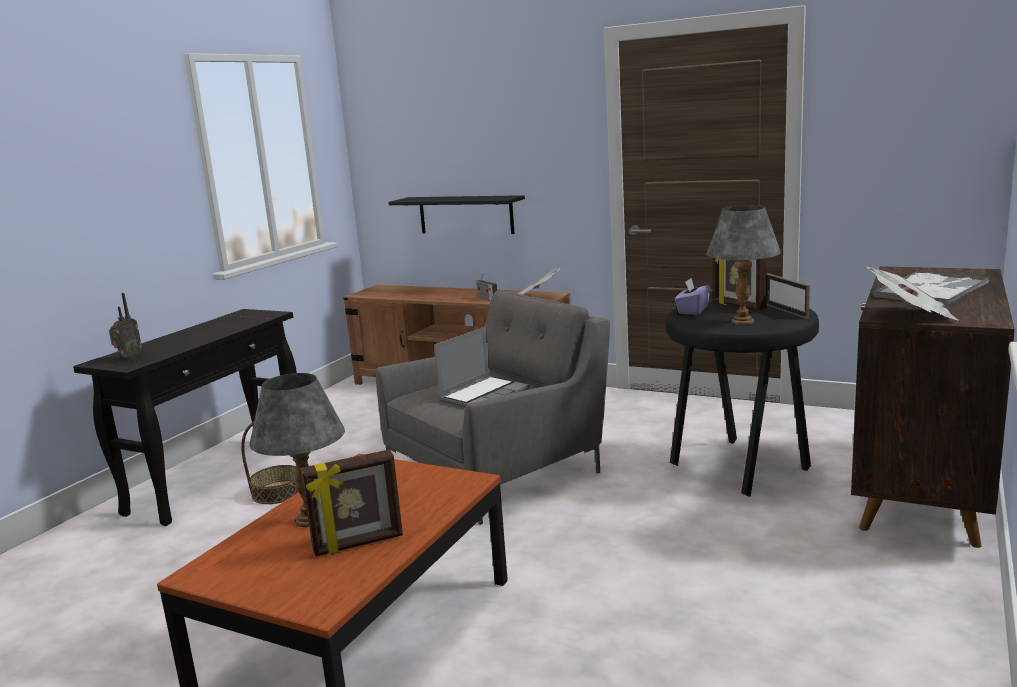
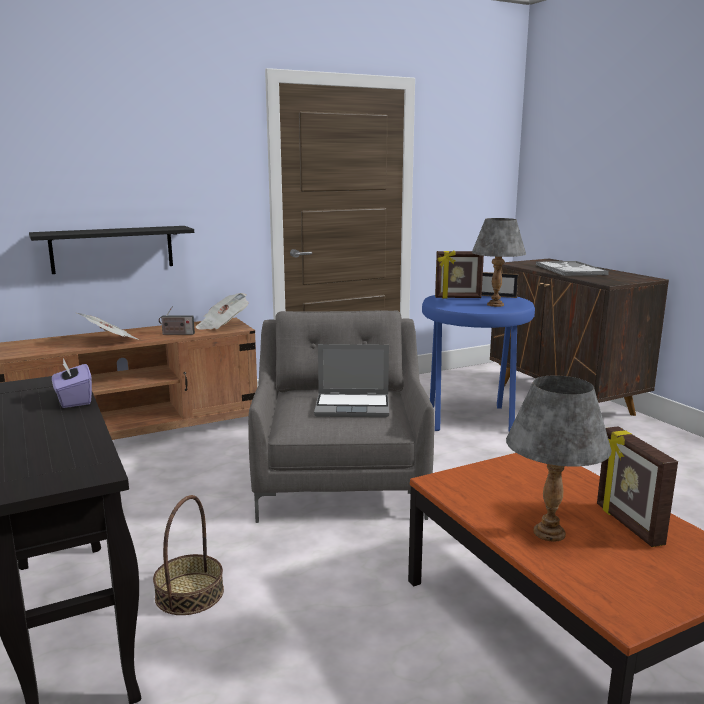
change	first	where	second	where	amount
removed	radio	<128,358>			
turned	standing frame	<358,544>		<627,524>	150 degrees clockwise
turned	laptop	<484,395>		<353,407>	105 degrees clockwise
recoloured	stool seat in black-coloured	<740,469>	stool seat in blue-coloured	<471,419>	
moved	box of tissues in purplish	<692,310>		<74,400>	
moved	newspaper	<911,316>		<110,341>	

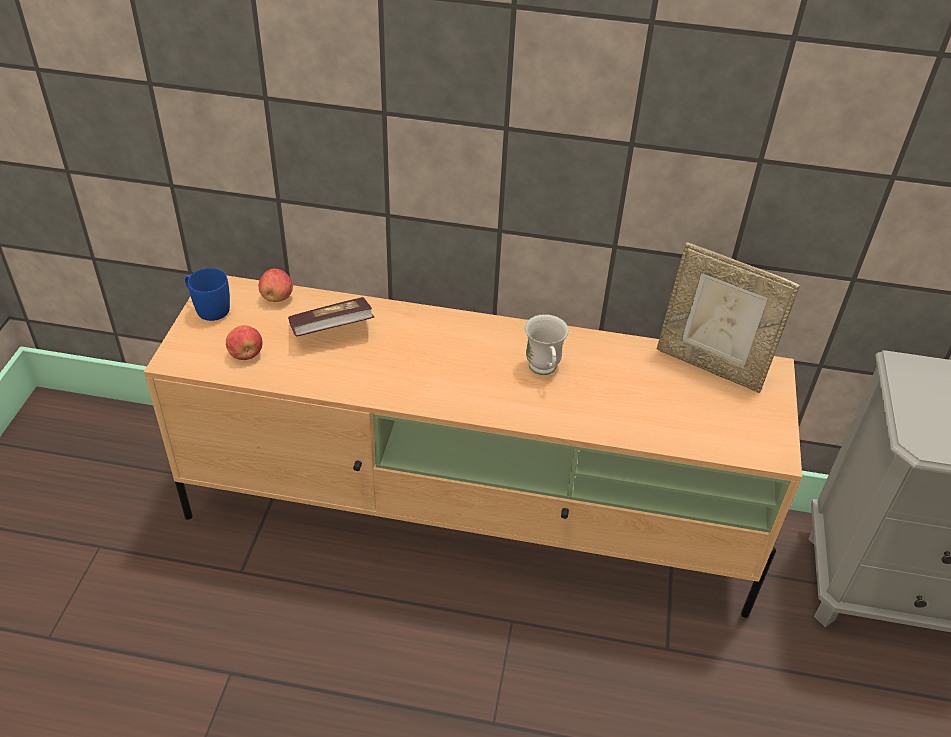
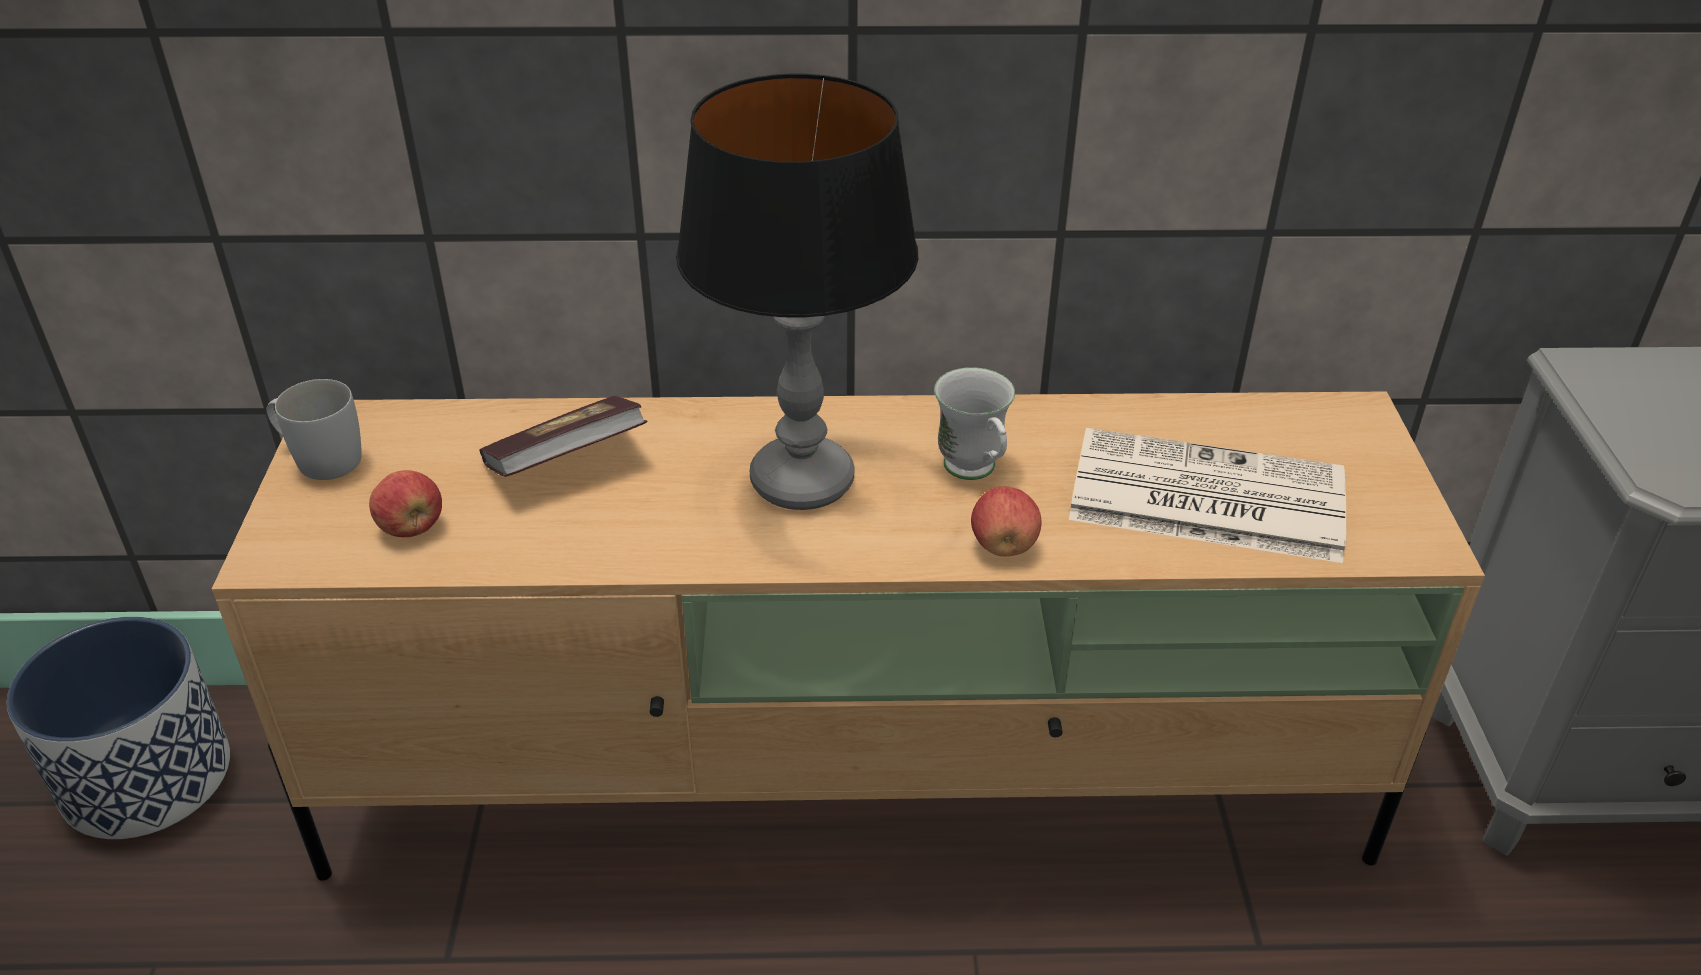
change	first	where	second	where	amount
recoloured	tea mug in blue-coloured	<208,308>	tea mug in white-coloured	<319,458>	
moved	whole apple	<277,297>		<1003,546>	
removed	standing frame	<710,366>			
added			plant pot	<147,776>	
added			table lamp	<803,482>	
added			newspaper	<1202,498>	

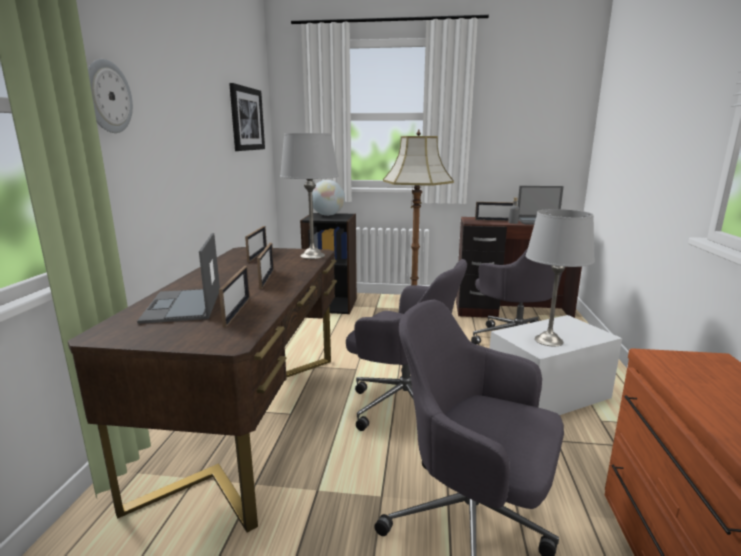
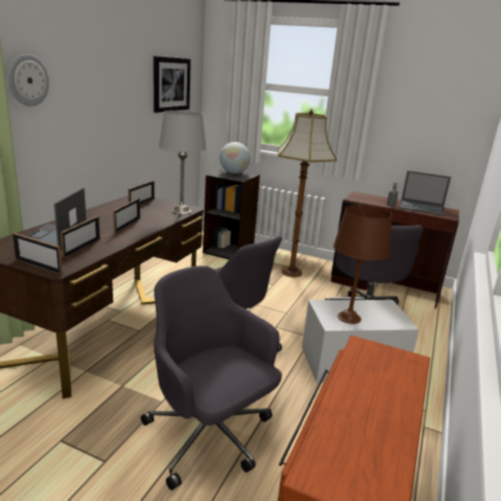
change	first	where	second	where	amount
moved	standing frame	<495,220>		<38,266>	
recoloured	table lamp in gray	<548,340>	table lamp in brown-coloured	<349,317>	

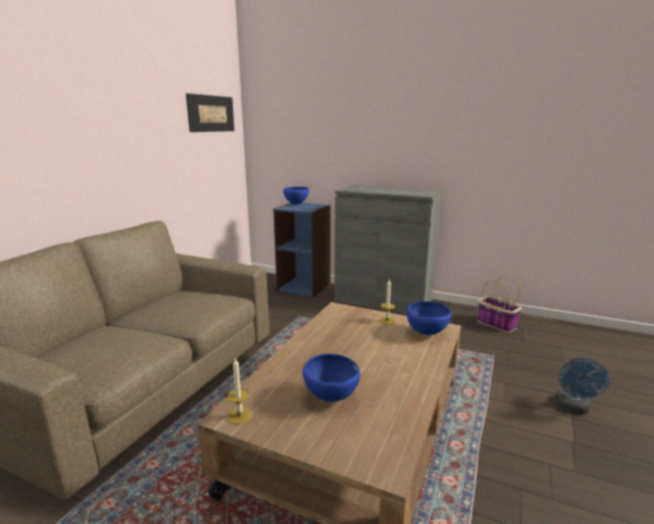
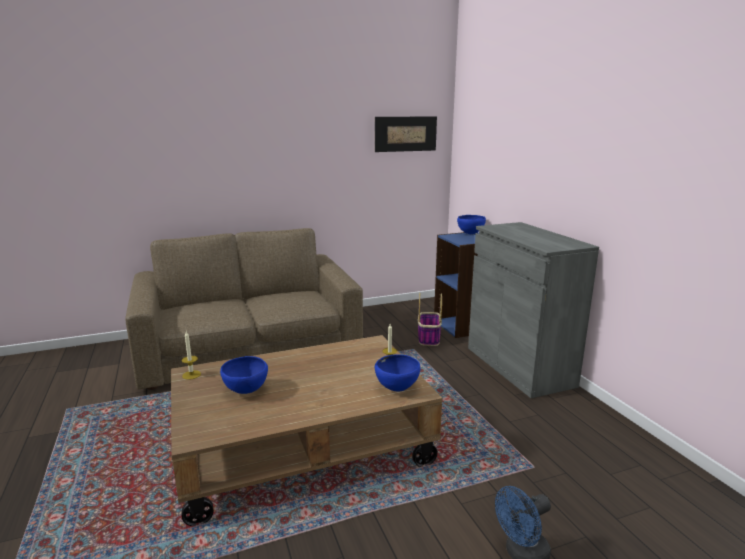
change	first	where	second	where	amount
moved	storage basket	<495,324>		<428,338>	

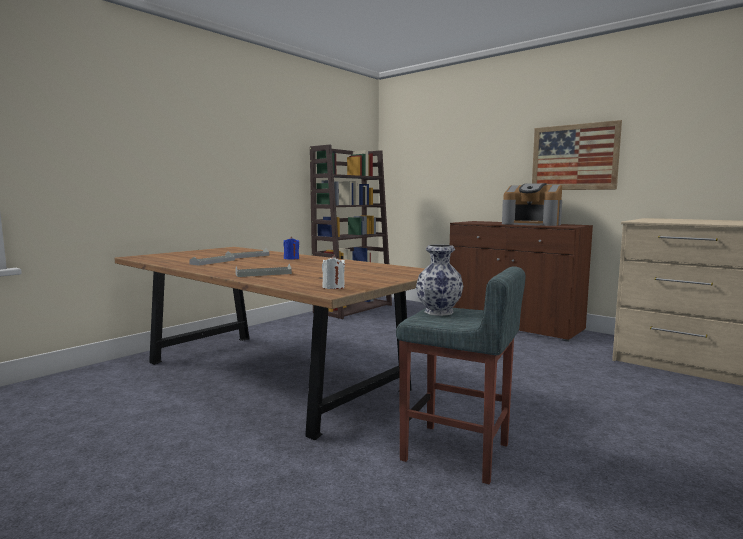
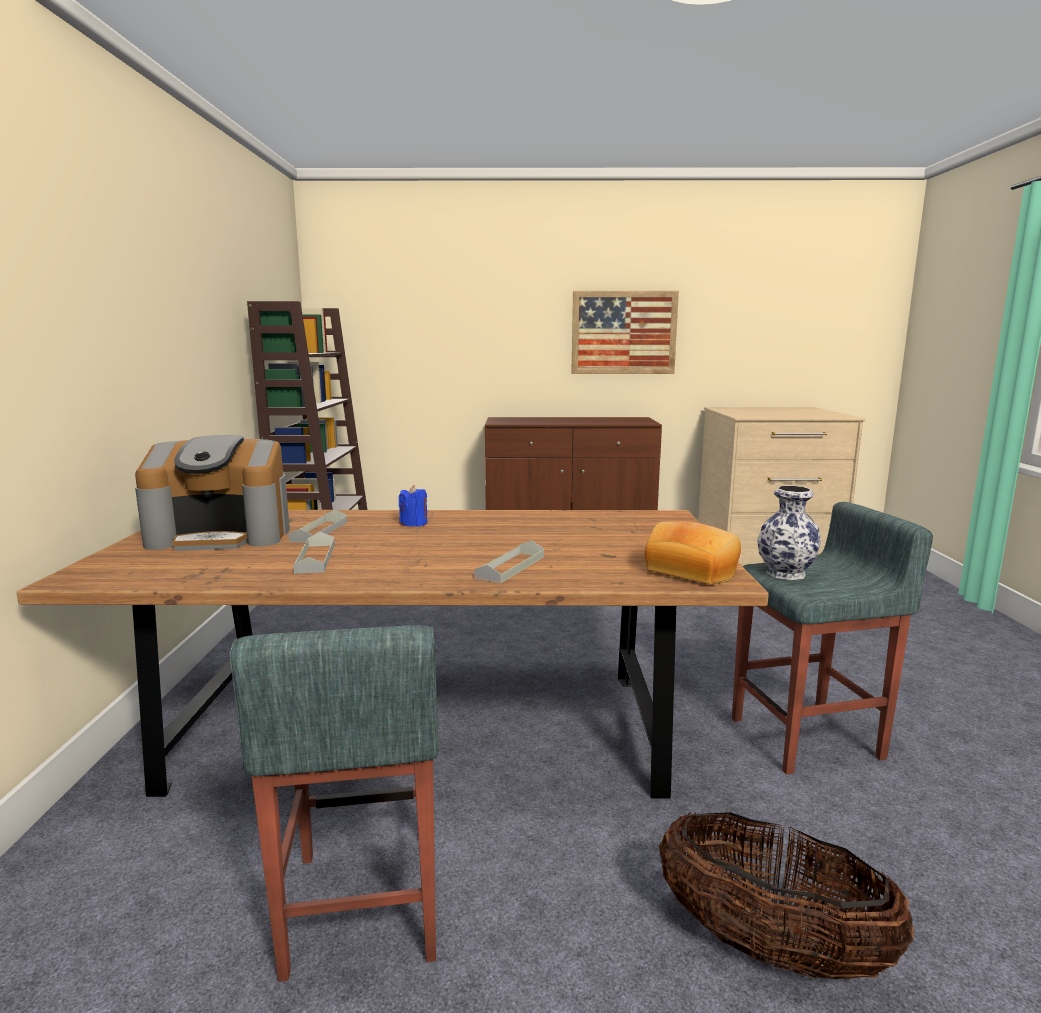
change	first	where	second	where	amount
replaced	candle in white-coloured	<333,287>	bread	<692,570>	
moved	coffee maker	<532,224>		<222,535>	
added			stool seat in gray	<363,906>	
added			storage basket	<770,948>	

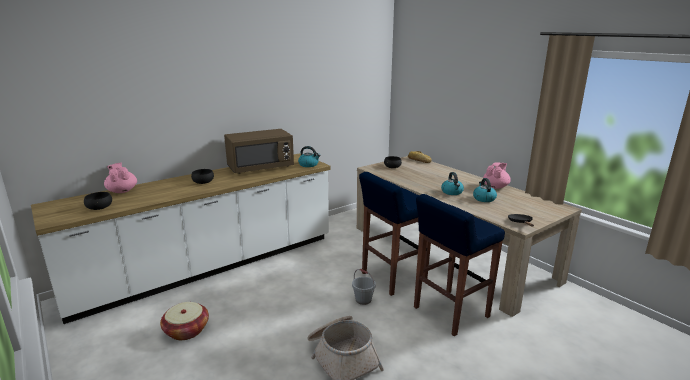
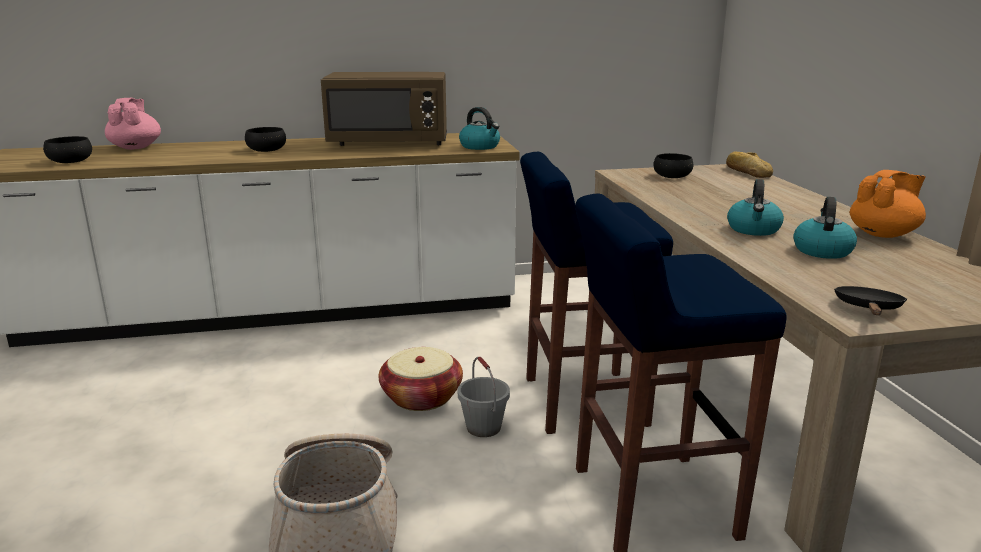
change	first	where	second	where	amount
moved	storage basket	<186,330>		<421,397>	
recoloured	pot for tea in pink	<495,187>	pot for tea in orange-coloured	<883,234>	

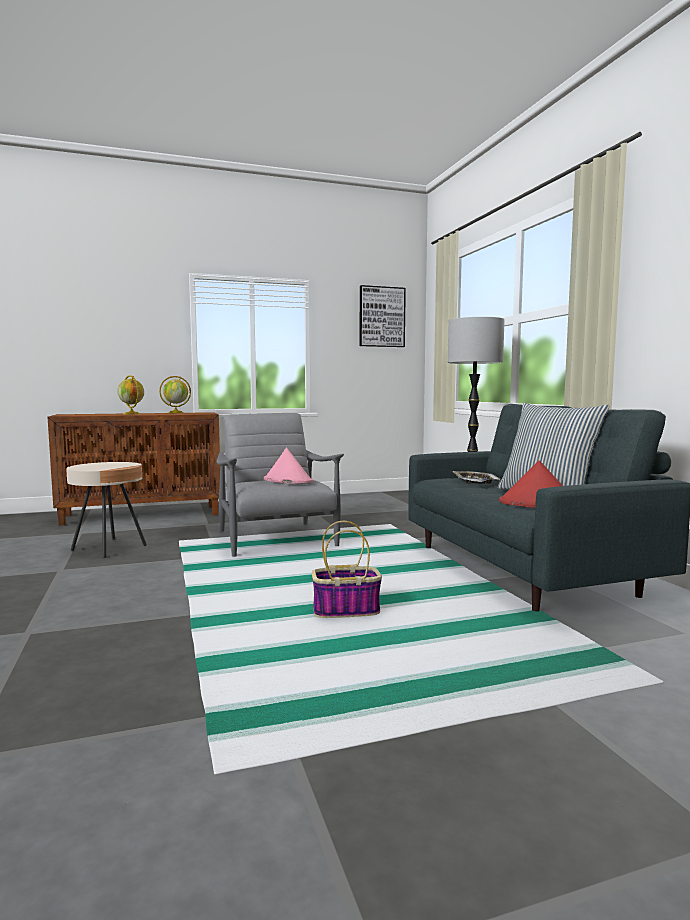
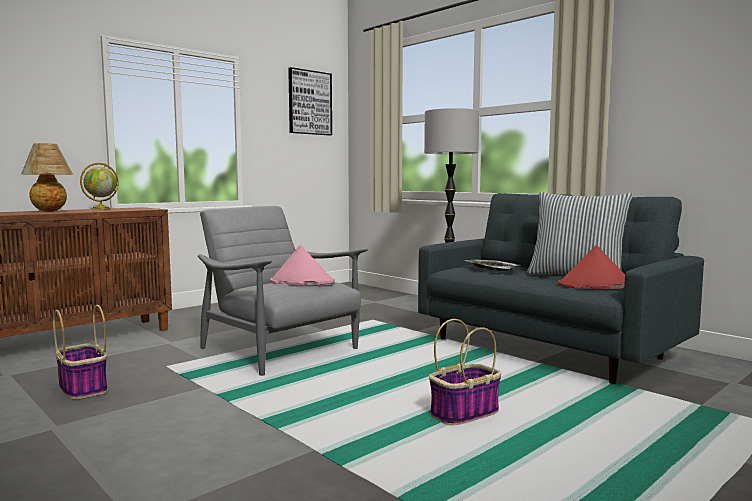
change	first	where	second	where	amount
replaced	end table in beige-coloured	<109,548>	storage basket	<82,388>	
replaced	world globe	<132,414>	table lamp	<50,211>	

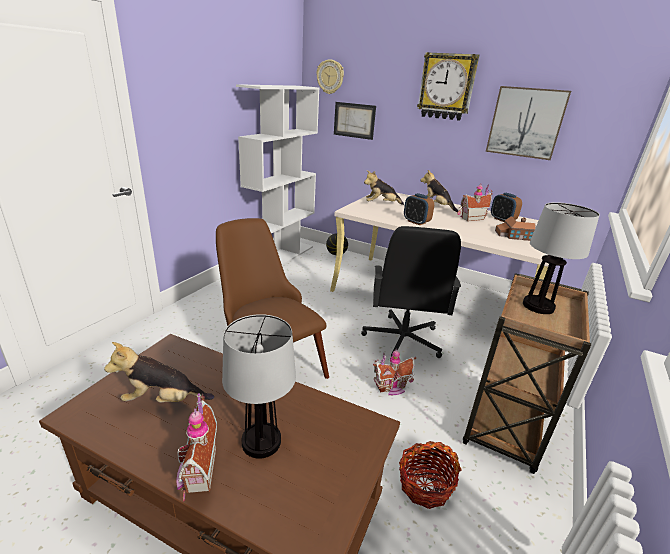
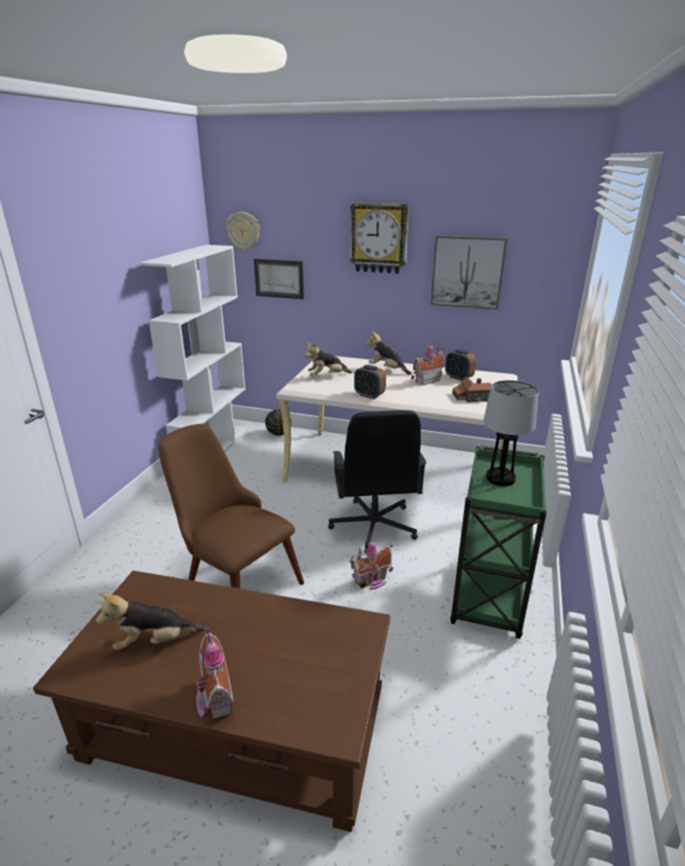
change	first	where	second	where	amount
removed	table lamp	<262,442>			
removed	storage basket	<424,485>			
recoloured	cart in brown-coloured	<504,426>	cart in green-coloured	<488,598>	

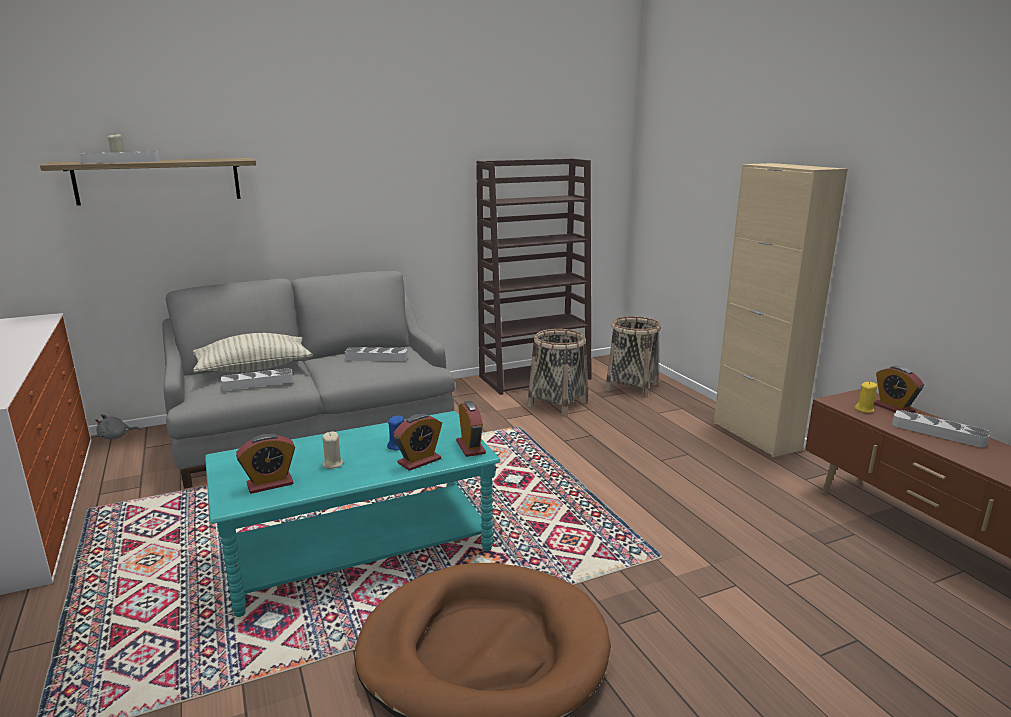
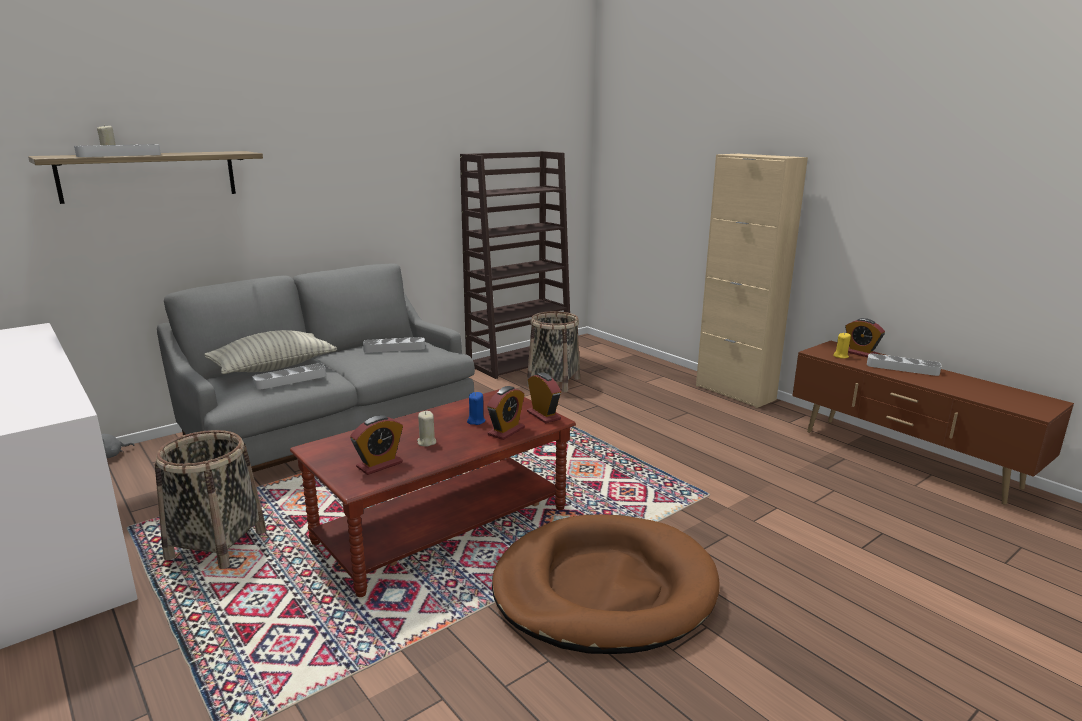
change	first	where	second	where	amount
recoloured	lounge table in blue-green	<360,550>	lounge table in brown-coloured	<444,525>	
moved	storage basket	<631,387>		<216,545>	

